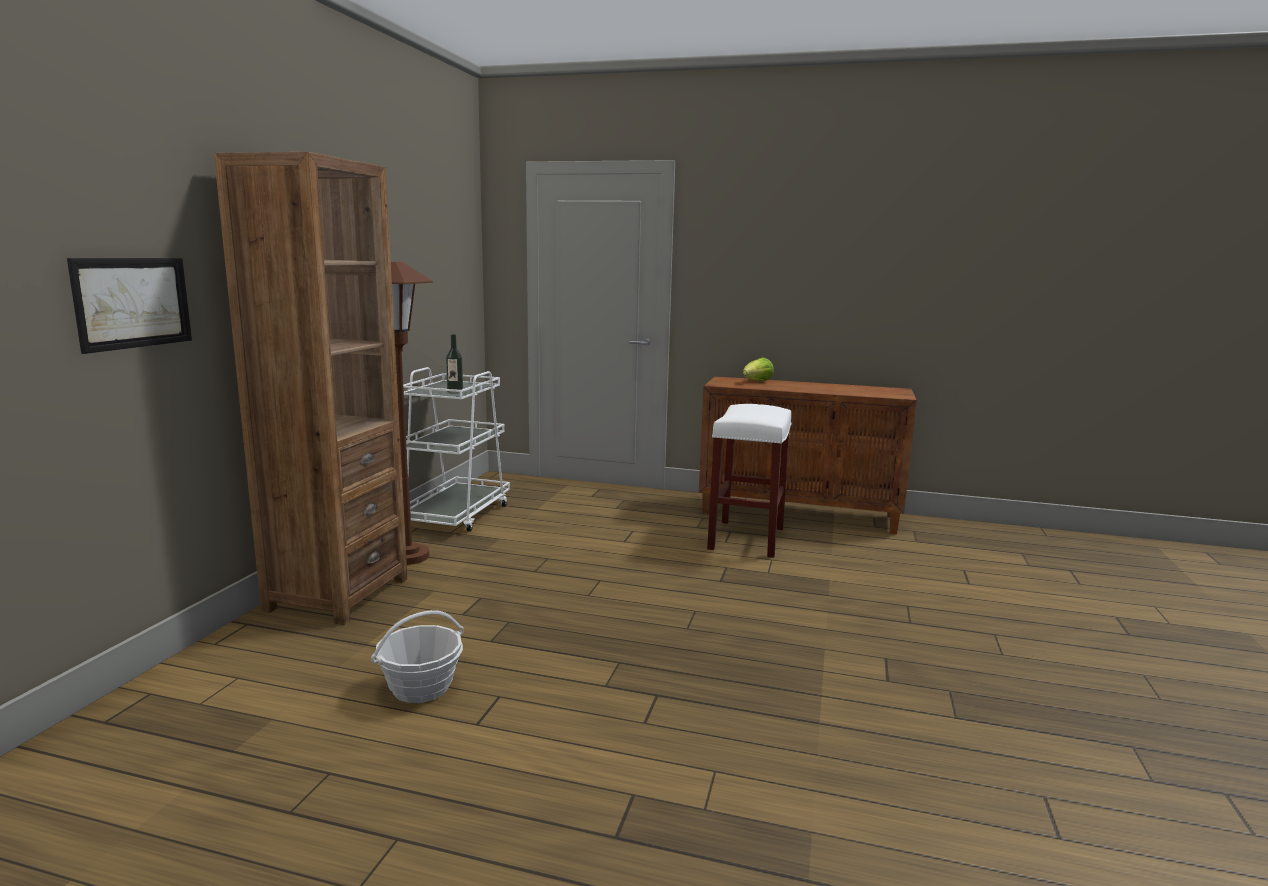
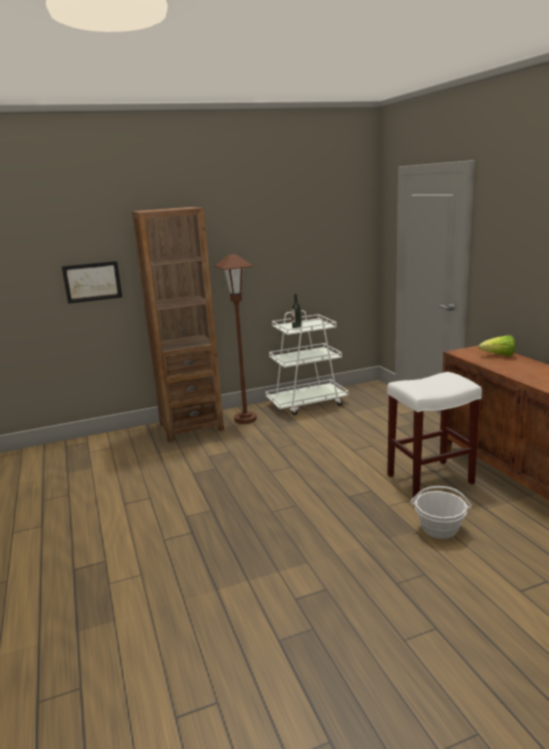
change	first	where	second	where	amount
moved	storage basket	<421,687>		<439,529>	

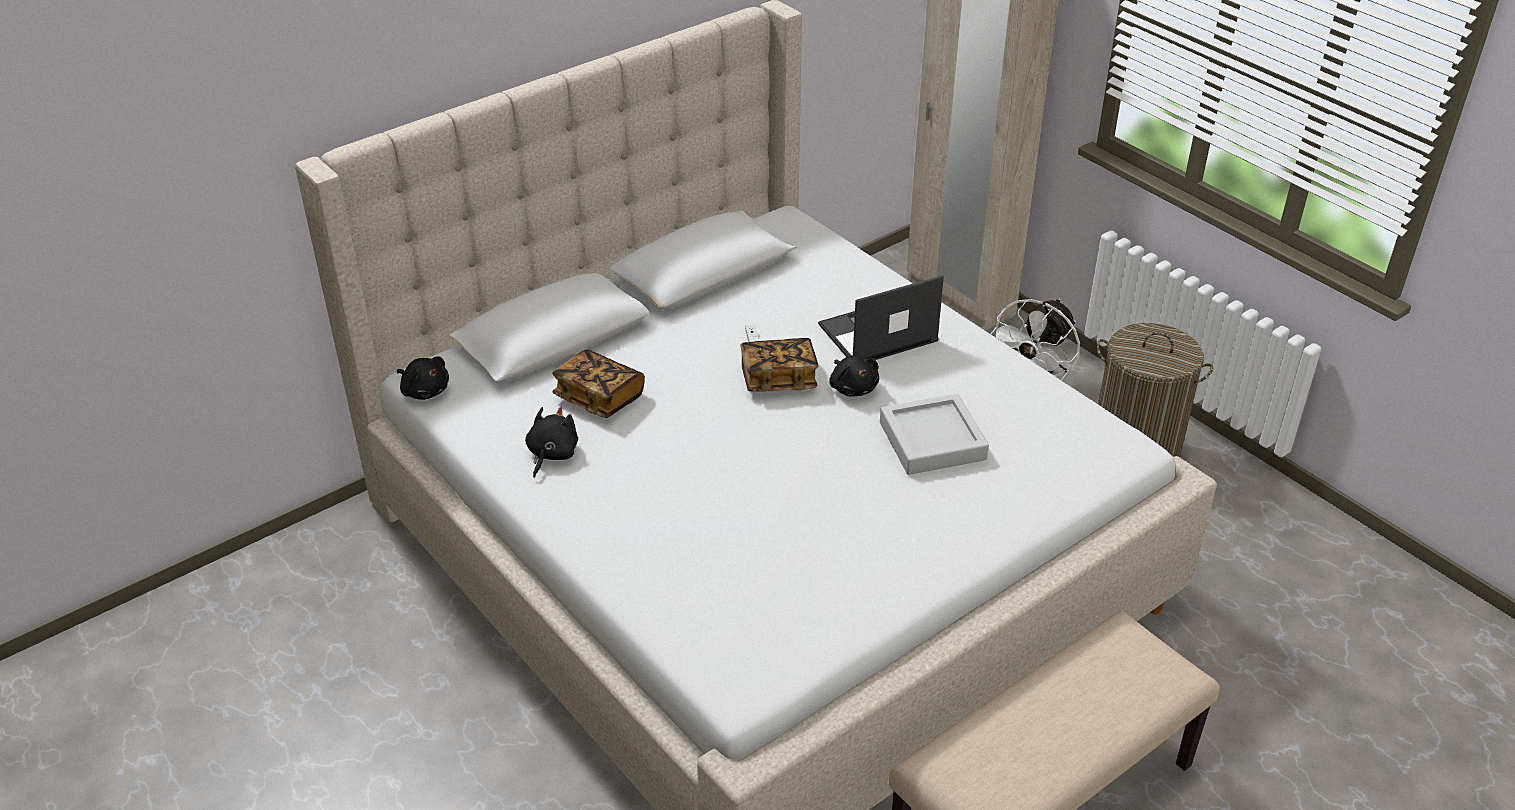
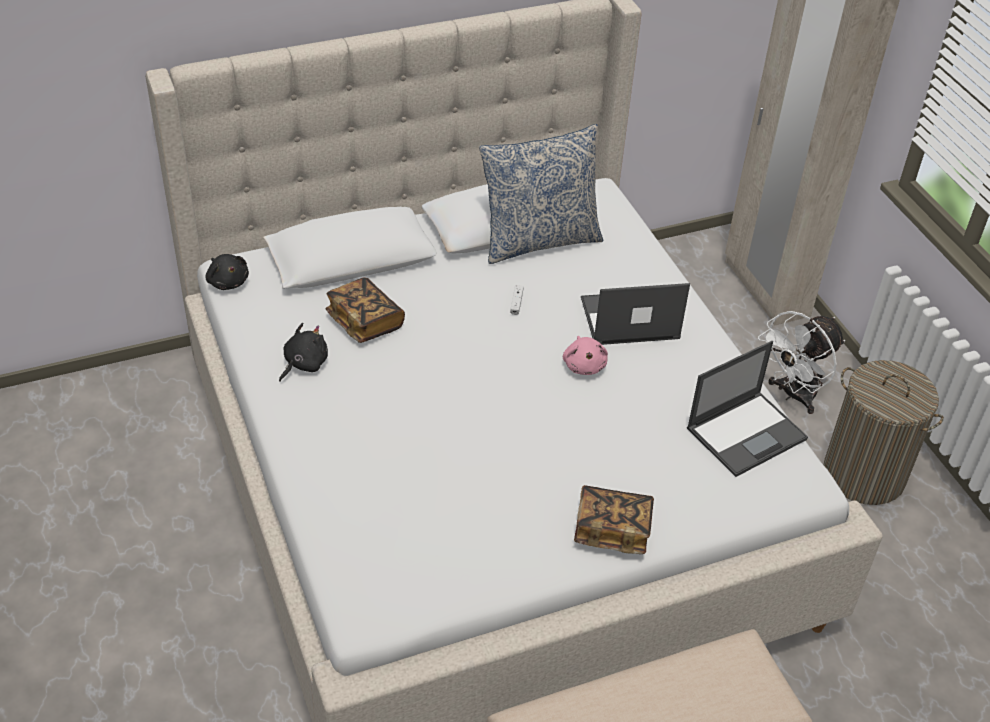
change	first	where	second	where	amount
moved	bound book	<778,379>		<612,530>	
recoloured	plush toy in black-coloured	<853,387>	plush toy in pink	<584,365>	
removed	carrying tray in gray	<932,441>			
added			cushion	<539,240>	
added			laptop	<747,433>	

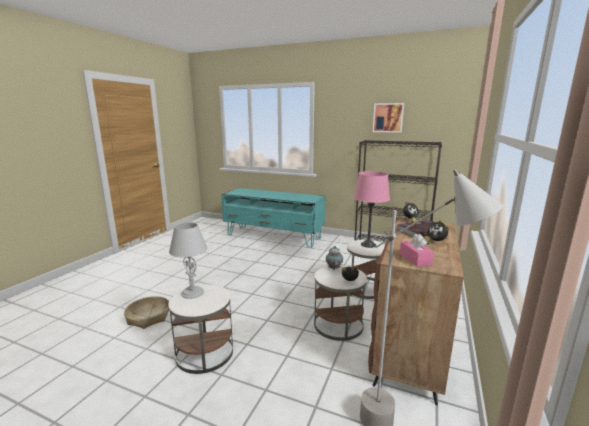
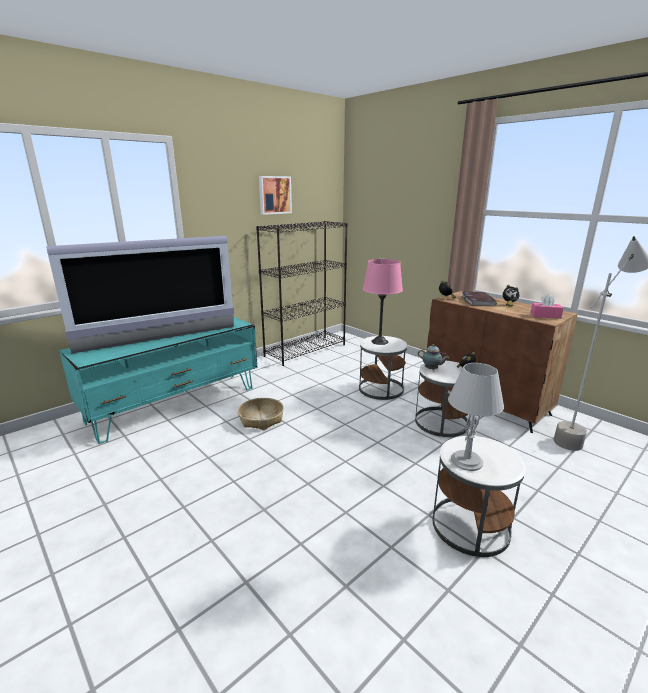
change	first	where	second	where	amount
moved	storage basket	<148,317>		<261,419>	
added			TV	<159,339>	

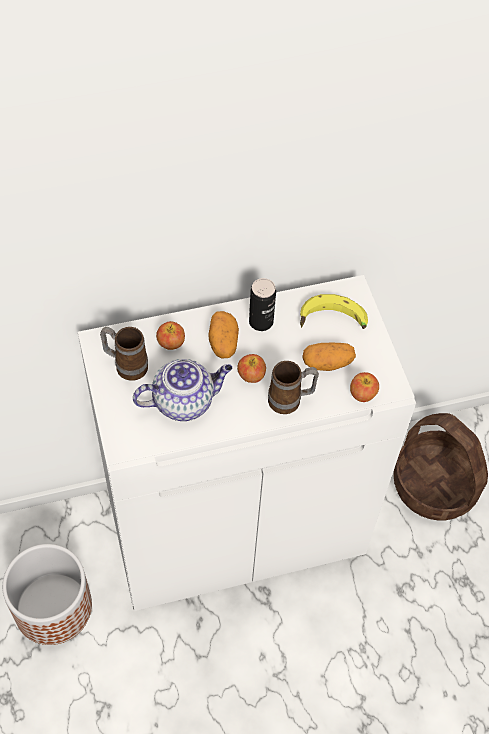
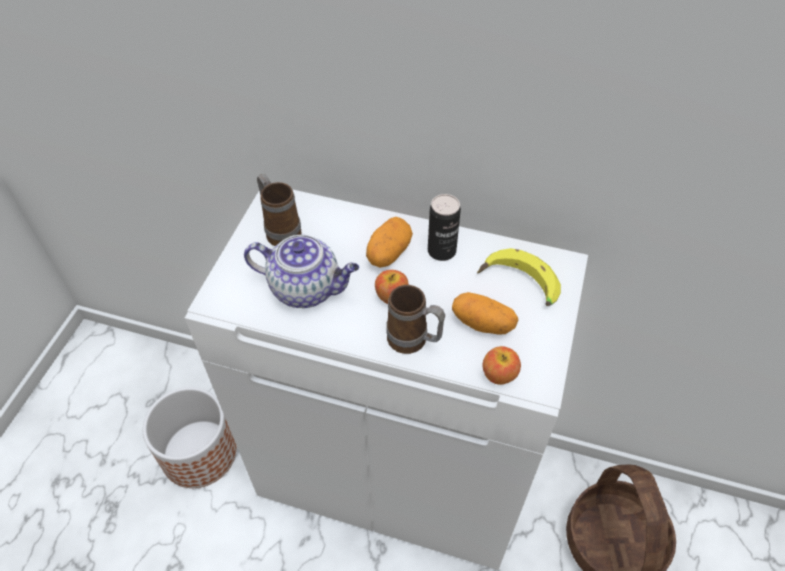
change	first	where	second	where	amount
removed	whole apple	<171,343>			

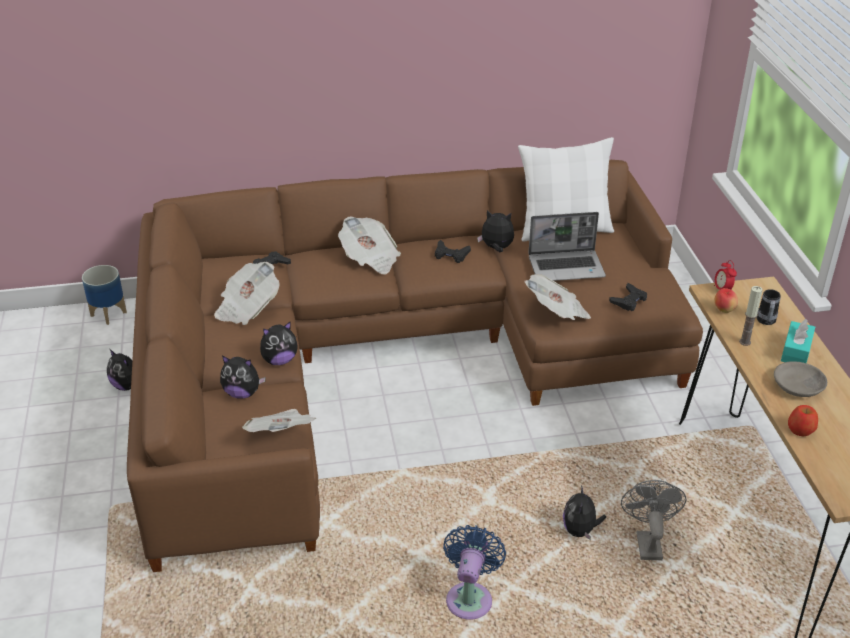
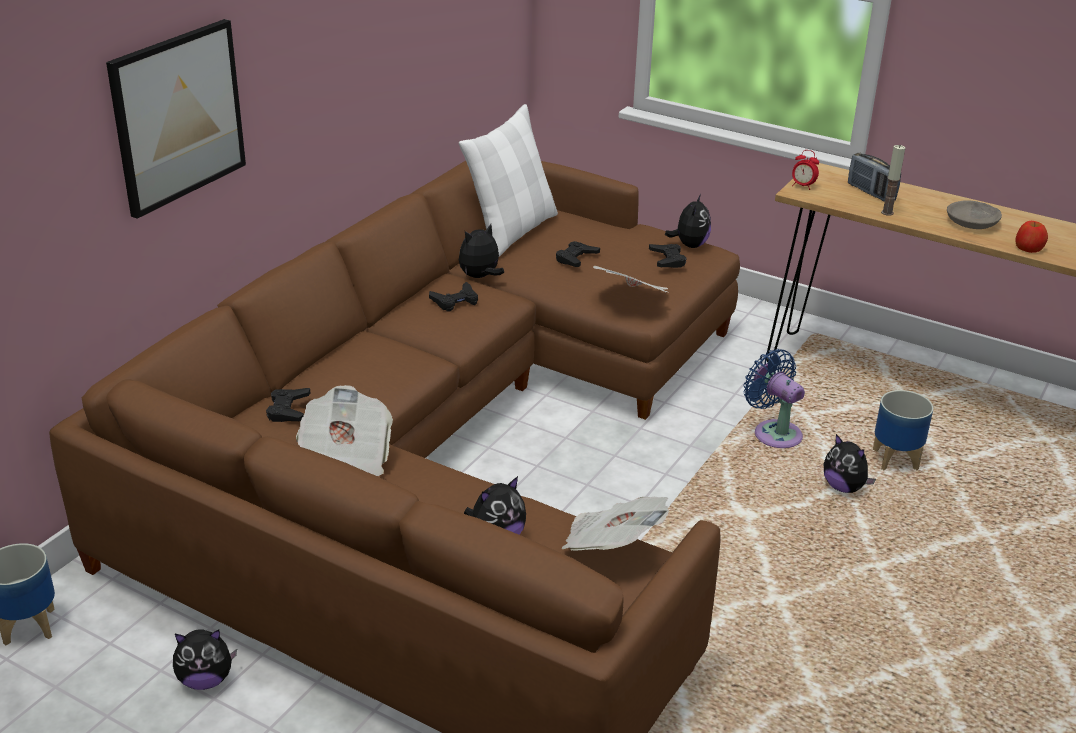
change	first	where	second	where	amount
moved	plush toy	<279,360>		<689,245>	
removed	newspaper	<370,259>			
moved	fan in blue-coloured	<470,597>		<774,432>	
replaced	laptop	<567,267>	game controller in black-coloured	<576,258>	
replaced	fan in gray	<647,541>	plant pot	<895,461>	
removed	whole apple	<724,310>			
replaced	tea mug	<766,322>	radio	<871,193>	
removed	box of tissues in blue-green	<796,351>			
added			wall picture	<178,116>	

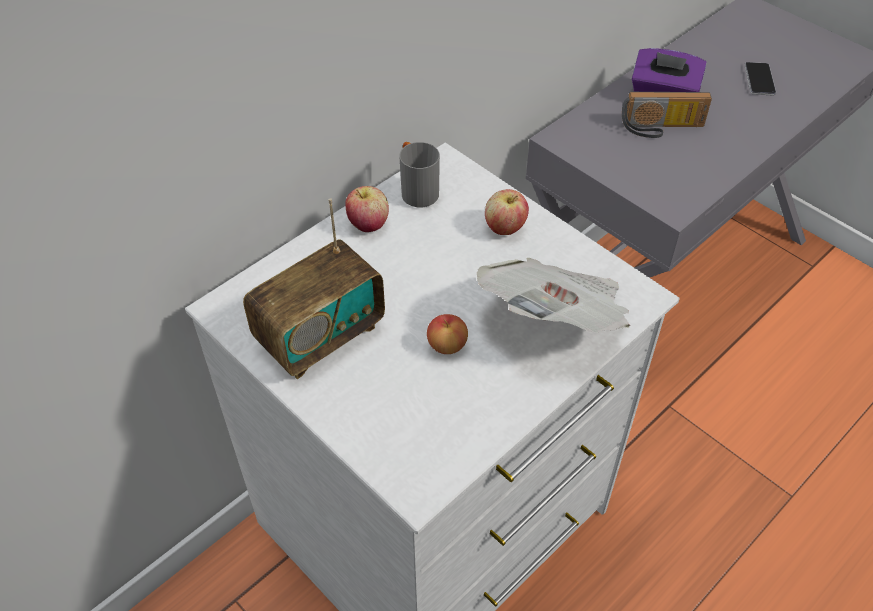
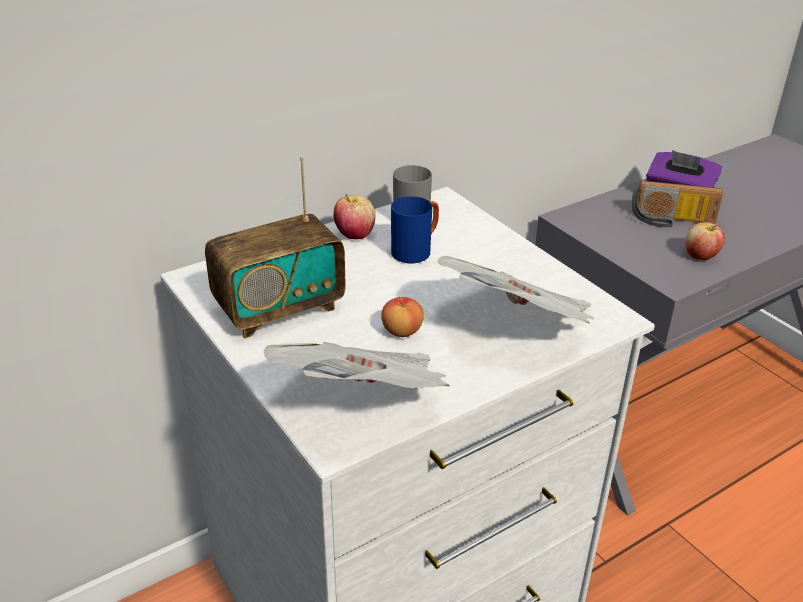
change	first	where	second	where	amount
moved	whole apple	<505,228>		<700,256>	
removed	handset	<759,80>			
added			newspaper	<365,400>	
added			tea mug in blue-coloured	<416,251>	

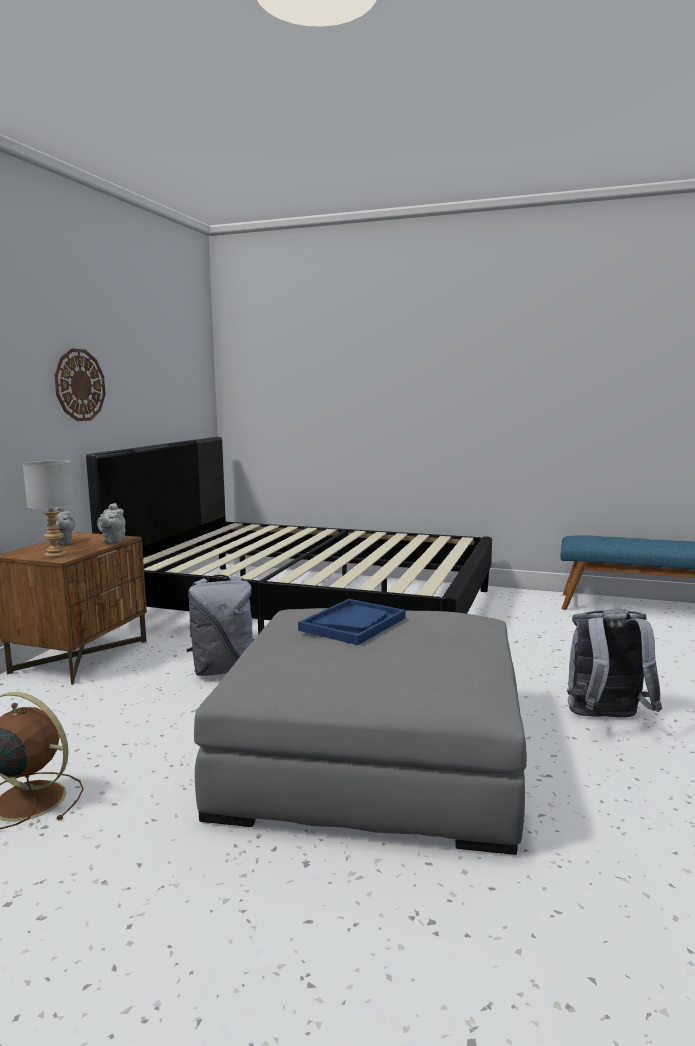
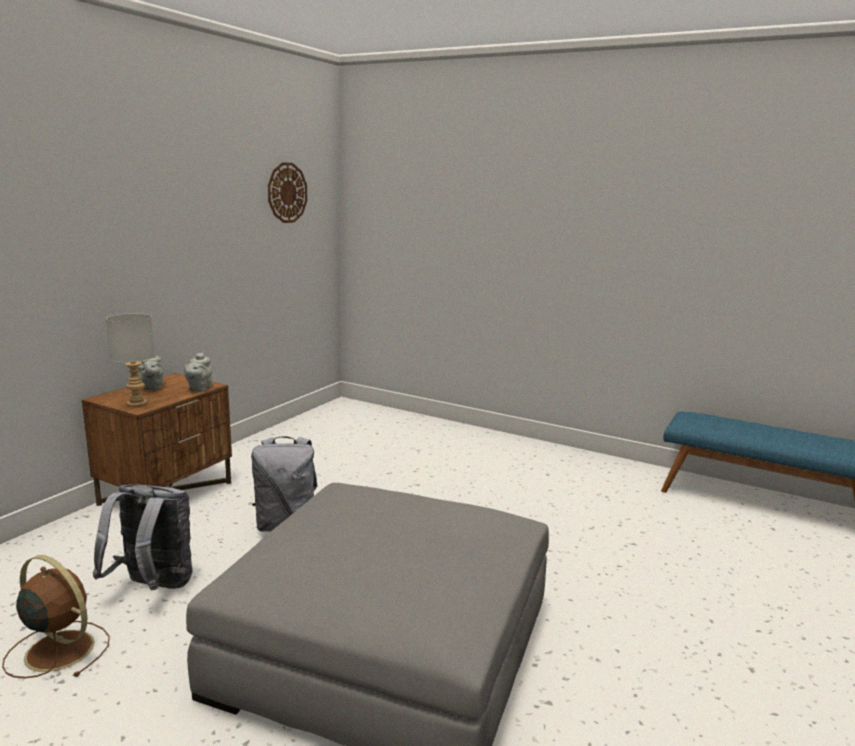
change	first	where	second	where	amount
moved	hanging clock	<79,385>		<287,193>	
removed	bedroom bed in black-coloured	<309,606>			
removed	carrying tray in blue-coloured	<353,624>			
moved	backpack in gray	<606,719>		<152,587>	

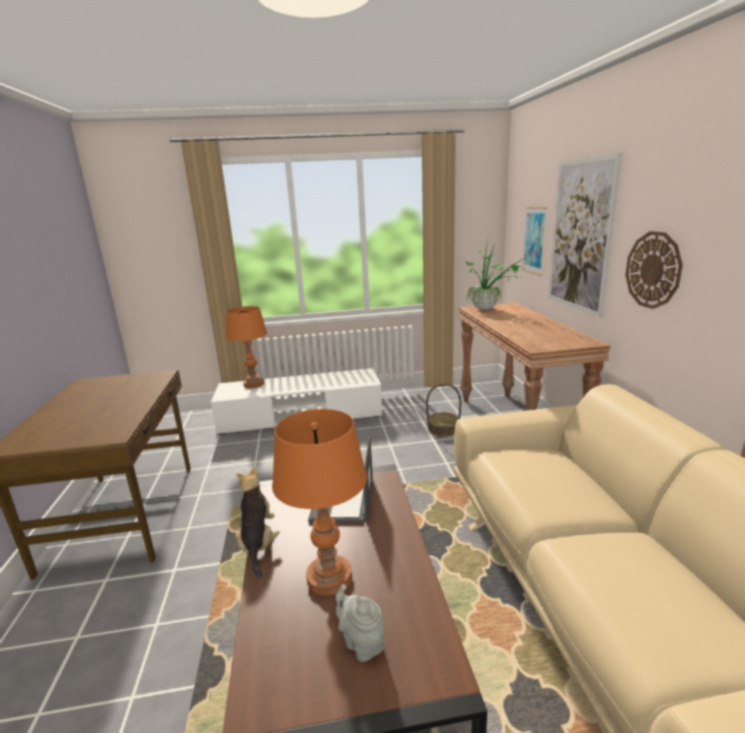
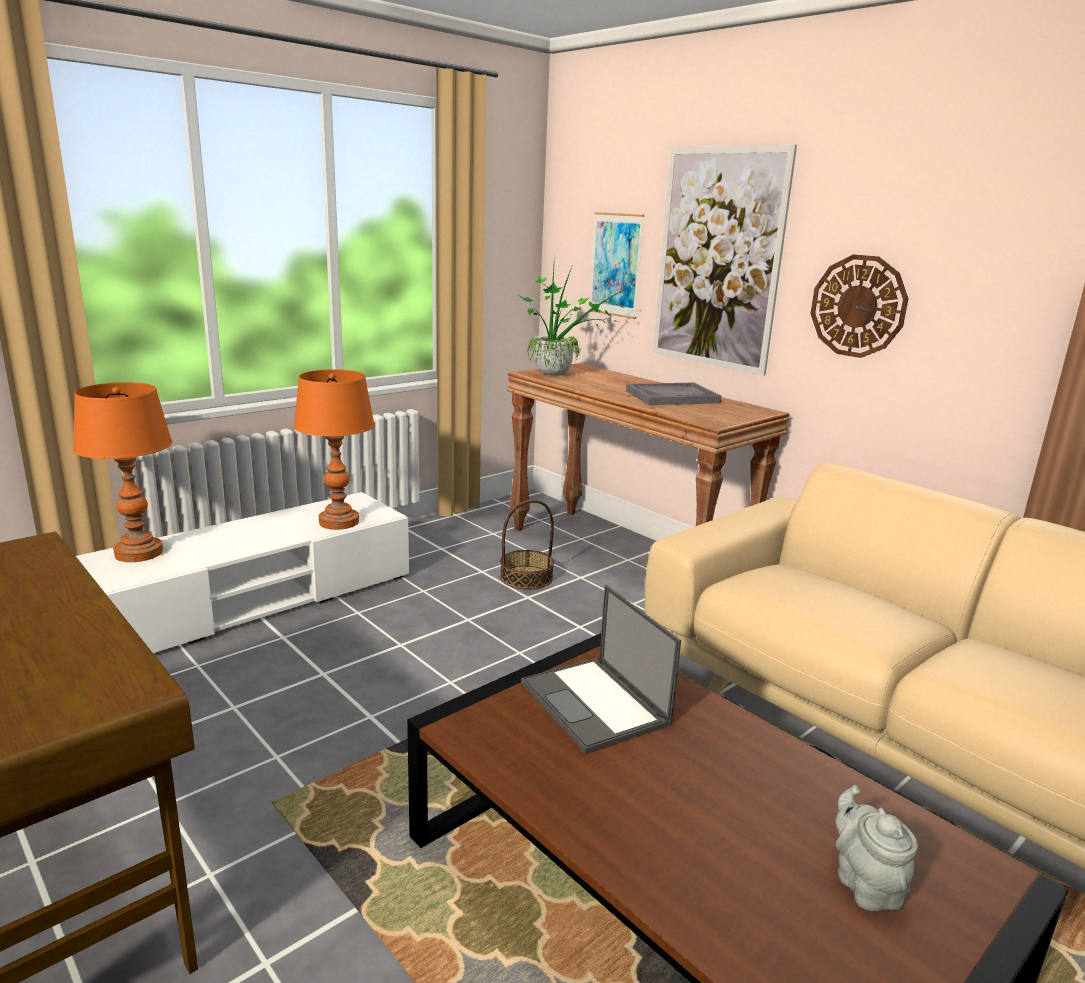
change	first	where	second	where	amount
removed	plush toy	<258,543>			
moved	table lamp in orange-coloured	<329,578>		<339,522>	
turned	pot for tea in gray	<361,642>		<865,884>	60 degrees clockwise
added			carrying tray in gray	<672,397>	

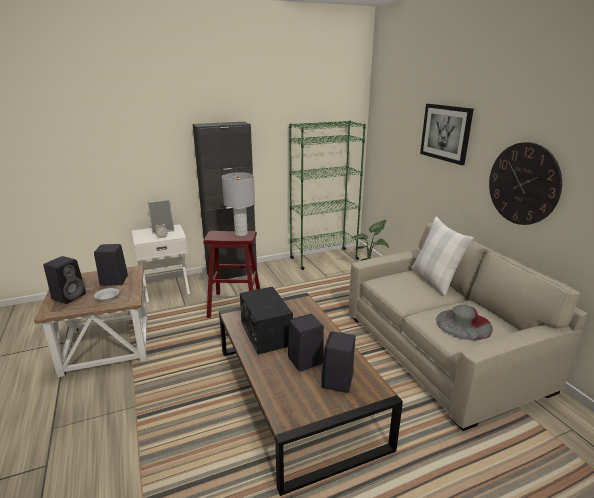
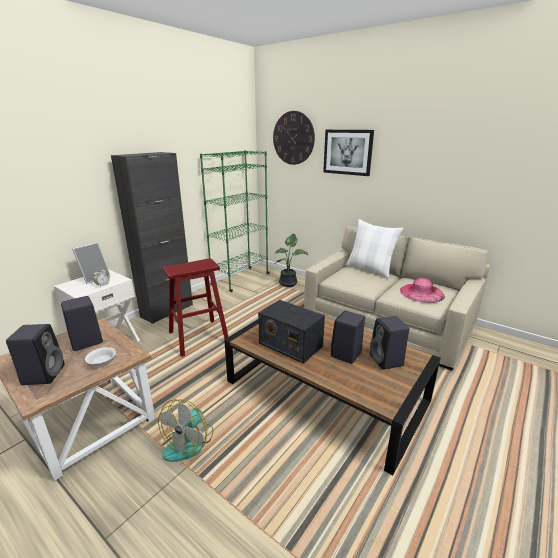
change	first	where	second	where	amount
removed	table lamp in gray	<241,233>			
recoloured	wearable hat in gray	<463,324>	wearable hat in pink	<422,293>	
moved	hanging clock	<523,184>		<293,138>	
added			fan	<190,442>	

